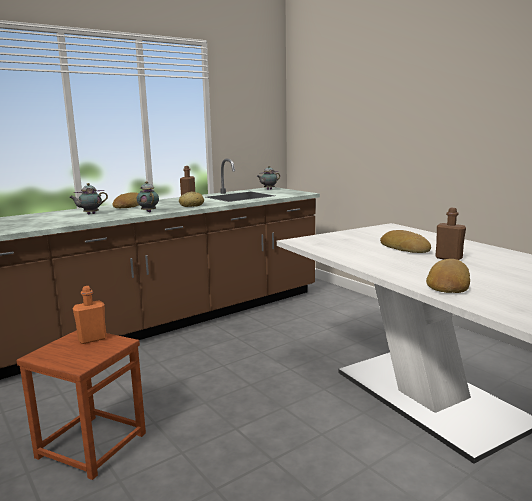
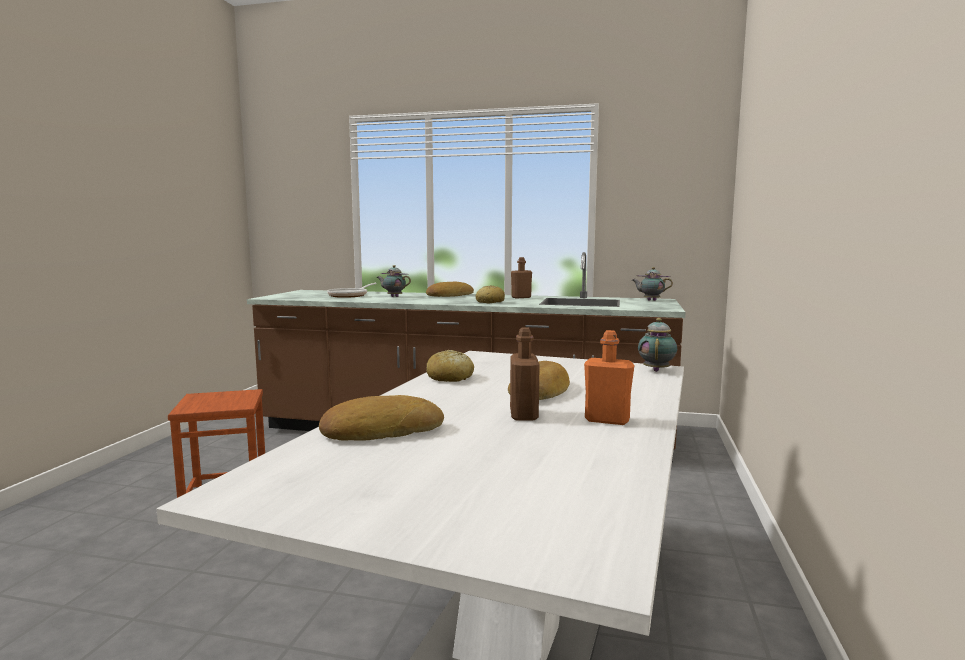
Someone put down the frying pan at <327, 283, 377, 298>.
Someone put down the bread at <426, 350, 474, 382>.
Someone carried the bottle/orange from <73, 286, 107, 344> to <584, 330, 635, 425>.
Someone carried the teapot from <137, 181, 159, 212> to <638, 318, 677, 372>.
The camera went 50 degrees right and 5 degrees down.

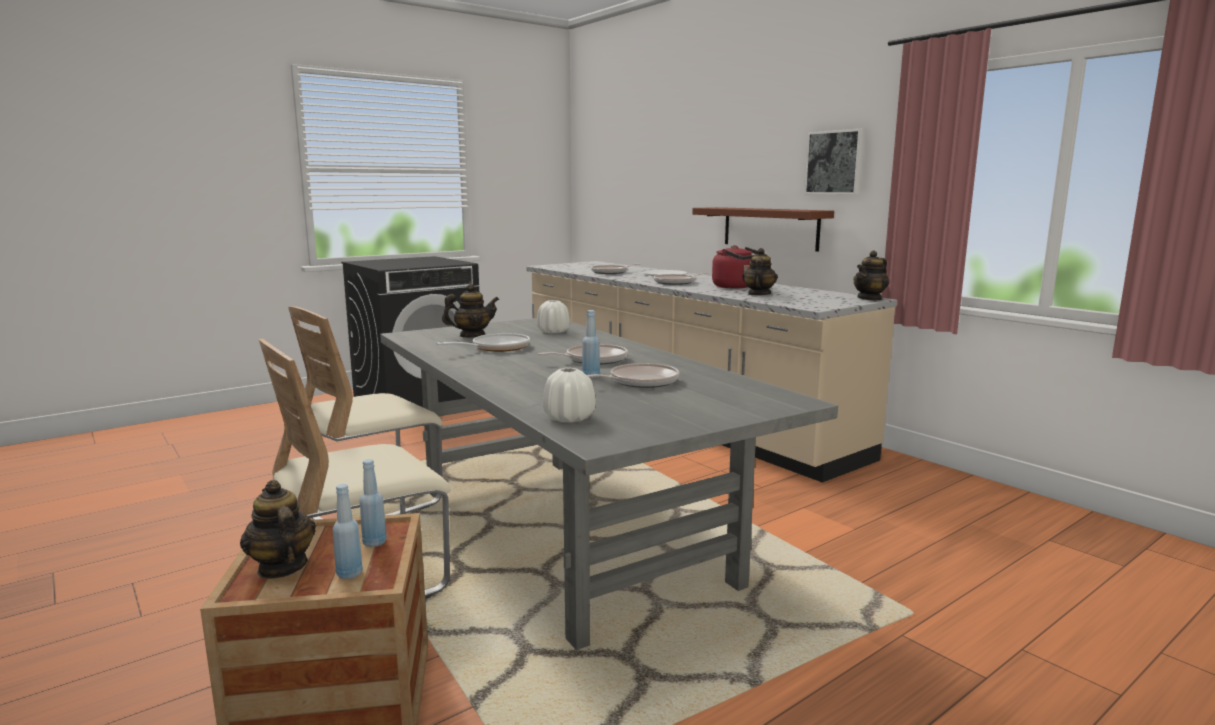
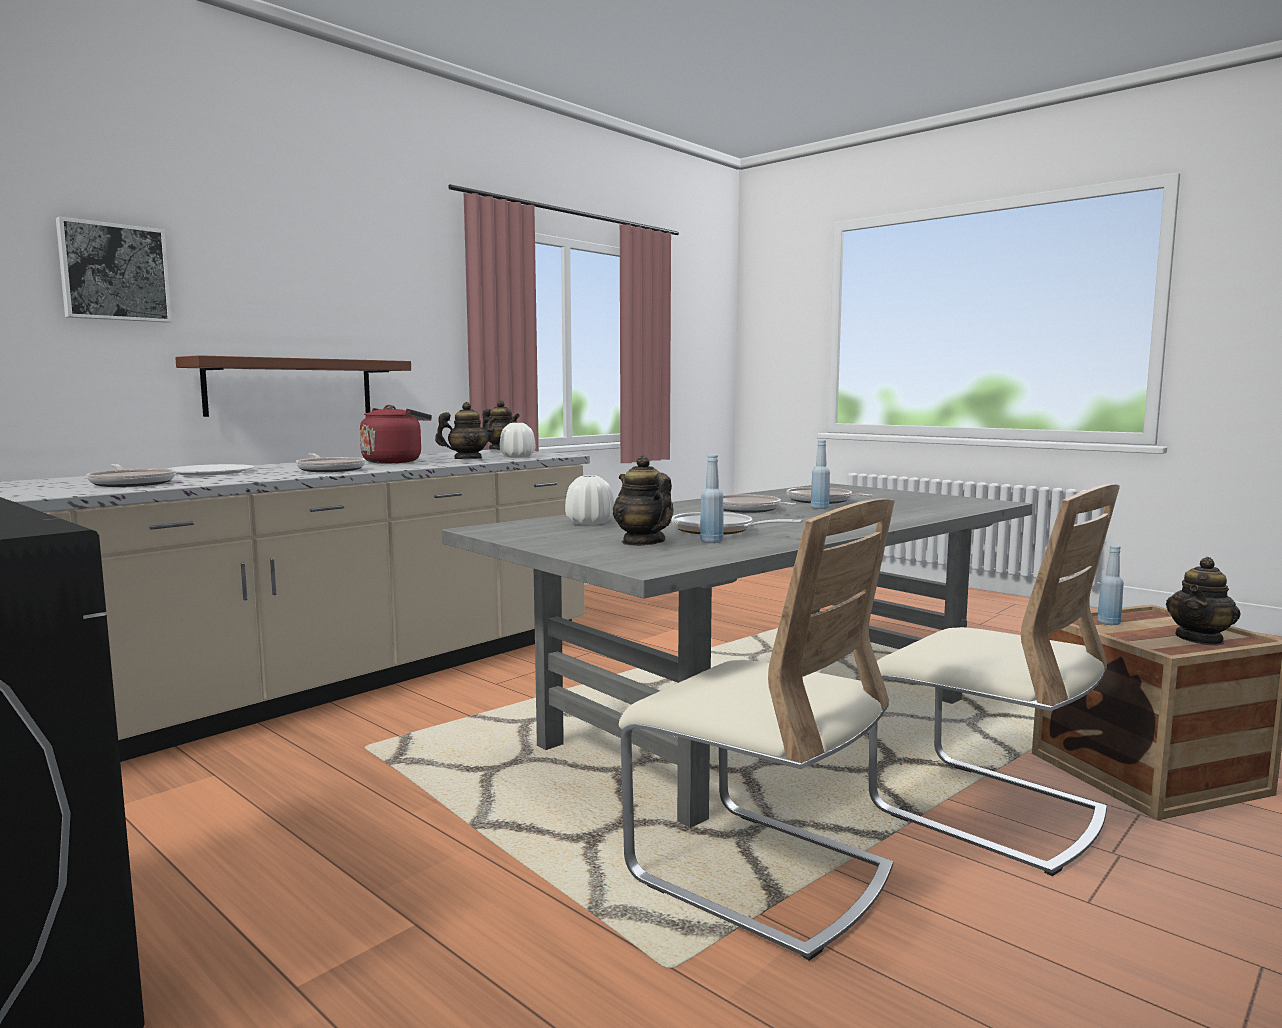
Someone carried the bottle/blue from <333, 484, 363, 579> to <700, 454, 724, 543>.
Someone carried the vase/white from <543, 368, 596, 423> to <500, 423, 535, 458>.
Someone carried the picture from <804, 129, 865, 195> to <56, 217, 172, 323>.
Someone rotated the teapot at <742, 248, 778, 295> by 150 degrees clockwise.
The camera went 100 degrees left and 5 degrees down.

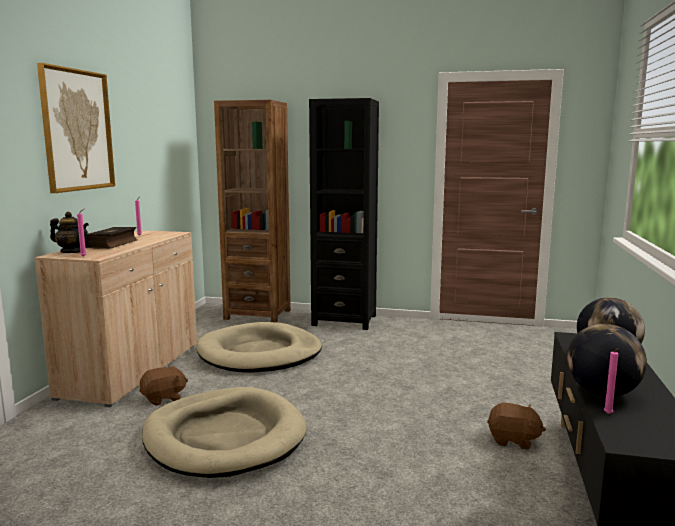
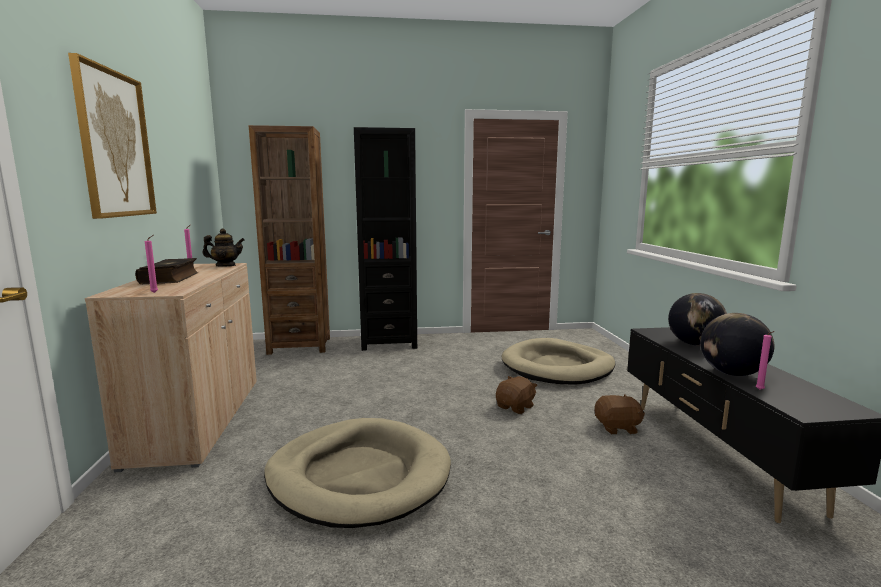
Someone carried the teapot from <50, 212, 89, 253> to <202, 228, 245, 266>.
Someone carried the plush toy/brown from <139, 365, 188, 406> to <496, 376, 538, 414>.
Someone carried the dog bed/beige from <196, 322, 322, 373> to <501, 338, 615, 385>.
The camera went 20 degrees left and 0 degrees up.

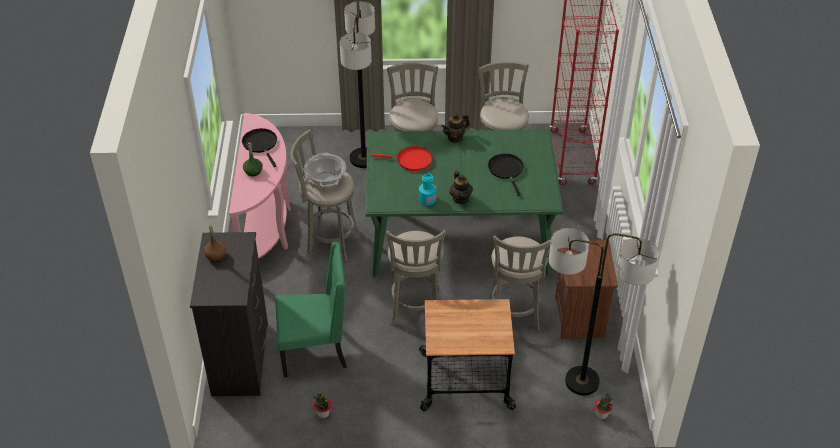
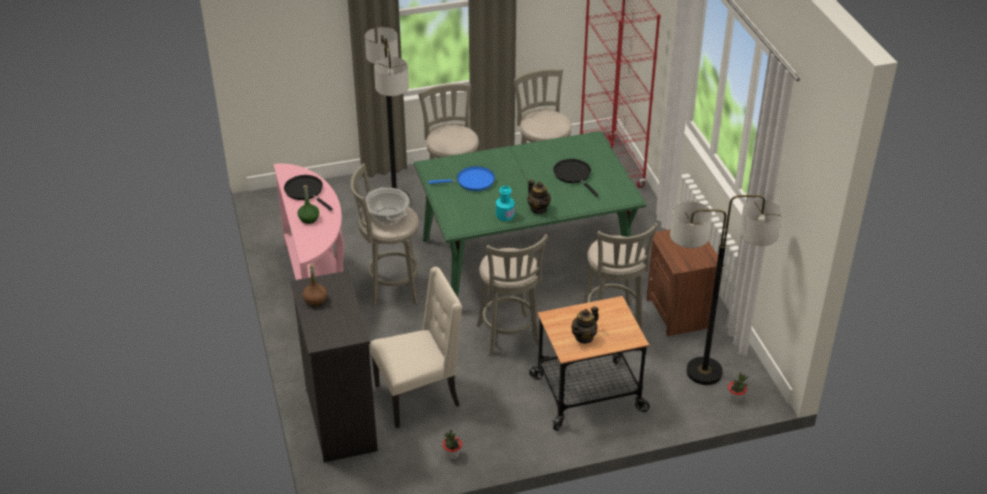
Someone carried the teapot from <441, 114, 470, 143> to <571, 306, 599, 344>.
Someone repainted the chair/green at <275, 242, 347, 377>, which became the chair/beige at <370, 267, 462, 428>.
Someone repainted the frying pan/red at <371, 146, 433, 171>, which became the frying pan/blue at <429, 166, 495, 191>.
The camera went 15 degrees left and 5 degrees down.

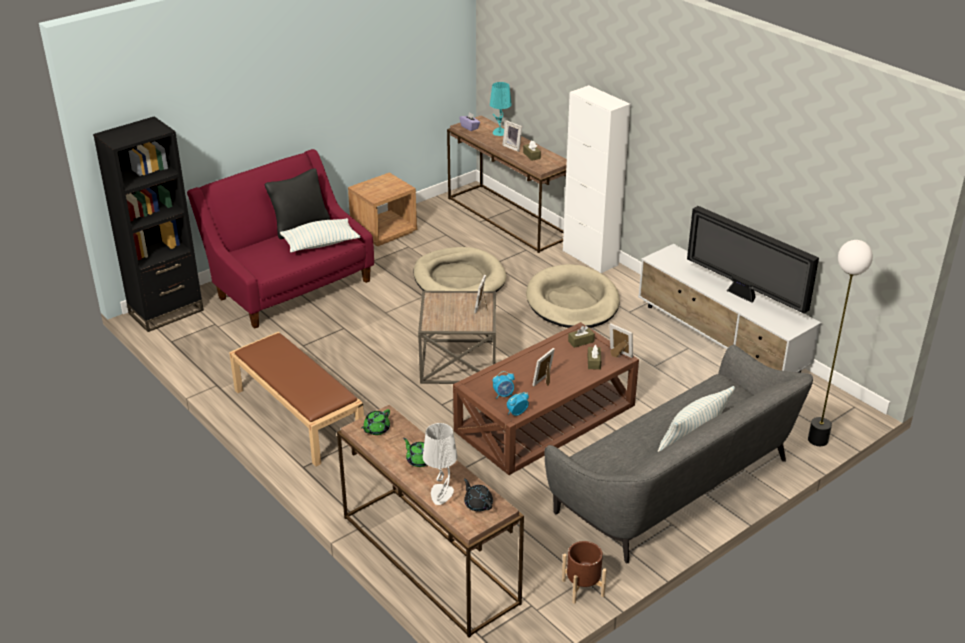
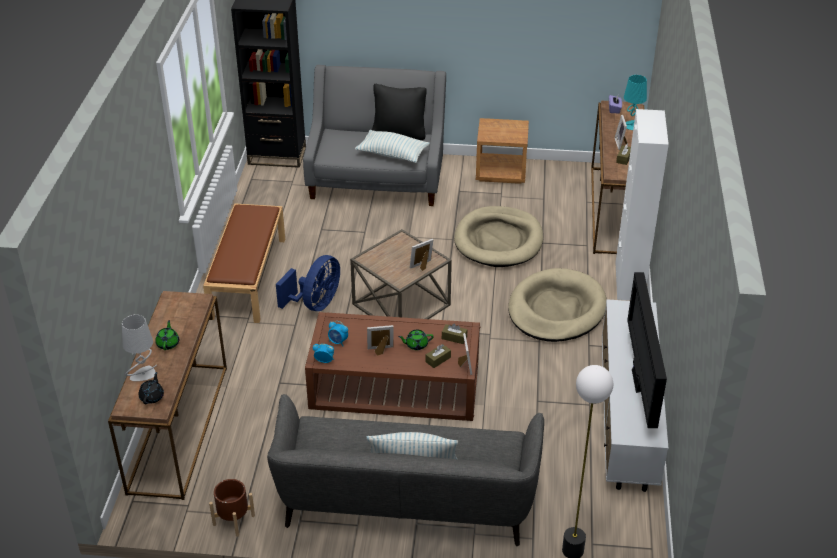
Someone put down the fan/blue at <276, 255, 340, 311>.
Someone carried the teapot/green from <361, 409, 390, 435> to <398, 330, 434, 350>.
Someone repainted the sofa/red at <187, 149, 374, 329>, which became the sofa/grey at <303, 65, 446, 206>.
The camera went 45 degrees right and 5 degrees up.

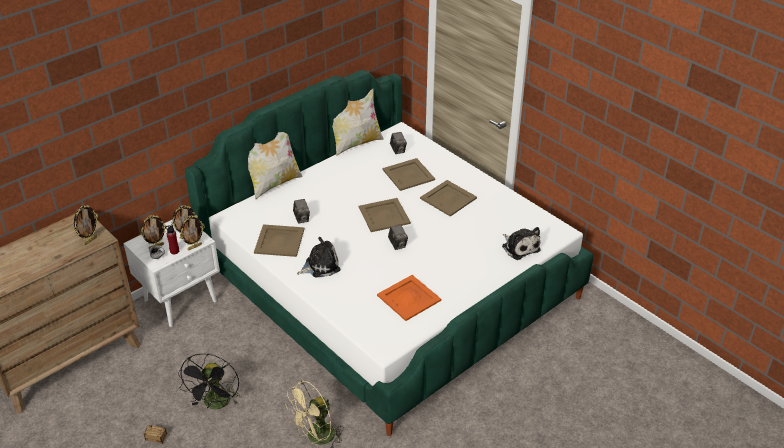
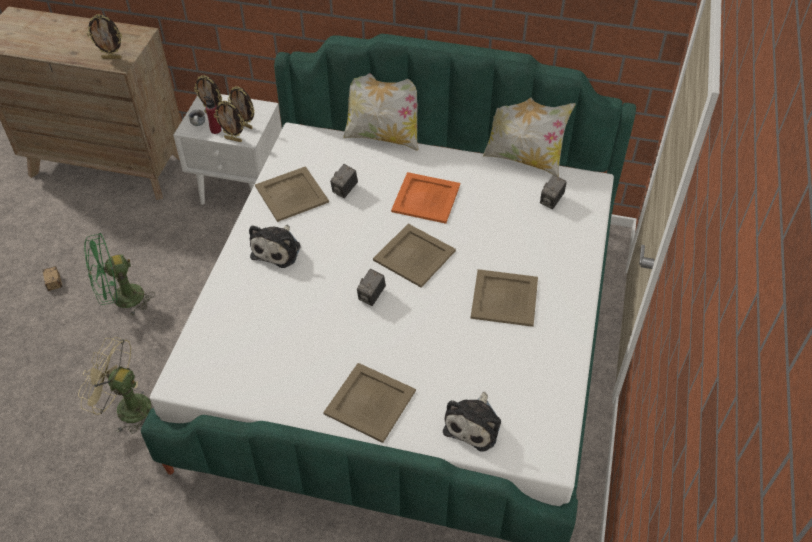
Someone carried the tray/orange from <377, 275, 441, 321> to <391, 172, 460, 224>.
Someone carried the tray/beige from <383, 158, 435, 191> to <323, 363, 416, 443>.
Someone repainted the fan/black at <178, 354, 240, 409>, which became the fan/green at <84, 233, 155, 317>.
Someone rotated the plush toy at <297, 237, 340, 277> by 75 degrees clockwise.
The camera went 55 degrees right and 10 degrees up.

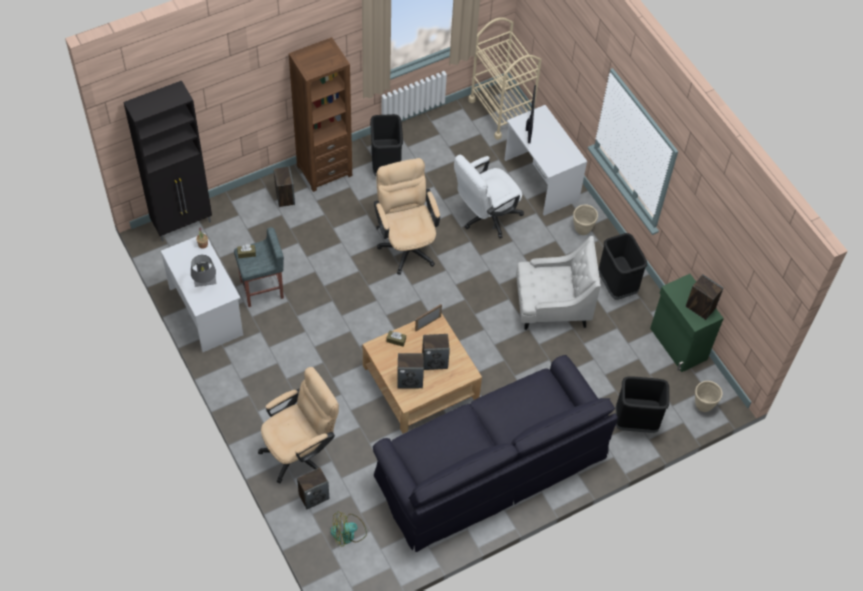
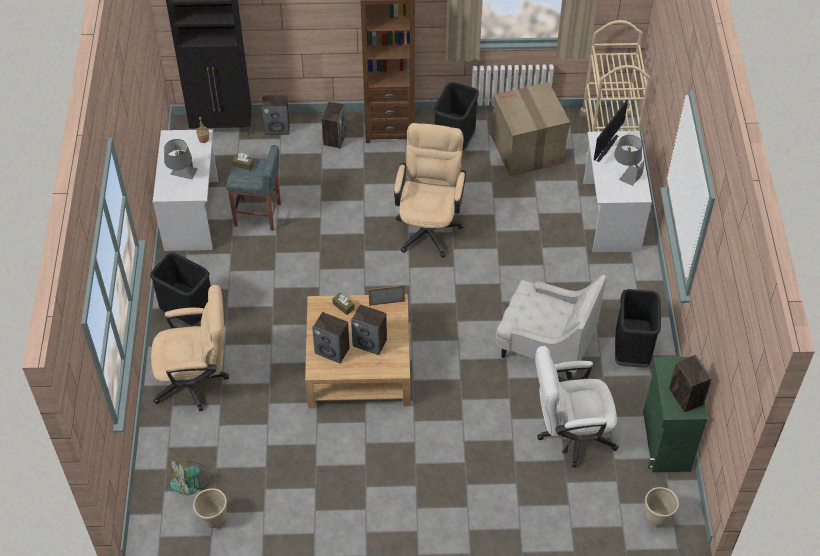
Someone took away the sofa/black at <373, 355, 618, 552>.
Someone put down the cardboard box at <491, 82, 570, 176>.
Someone put down the table lamp/grey at <614, 135, 644, 186>.
Someone carried the speaker from <297, 467, 329, 510> to <262, 95, 290, 135>.
Someone carried the office chair/white from <454, 155, 524, 238> to <535, 346, 618, 468>.
Someone carried the planter/beige from <573, 204, 598, 235> to <193, 488, 227, 528>.
Someone carried the trash can/black from <616, 376, 669, 433> to <150, 253, 210, 327>.
Someone rotated the fan at <330, 511, 367, 547> by 45 degrees counterclockwise.
The camera went 30 degrees right and 5 degrees down.

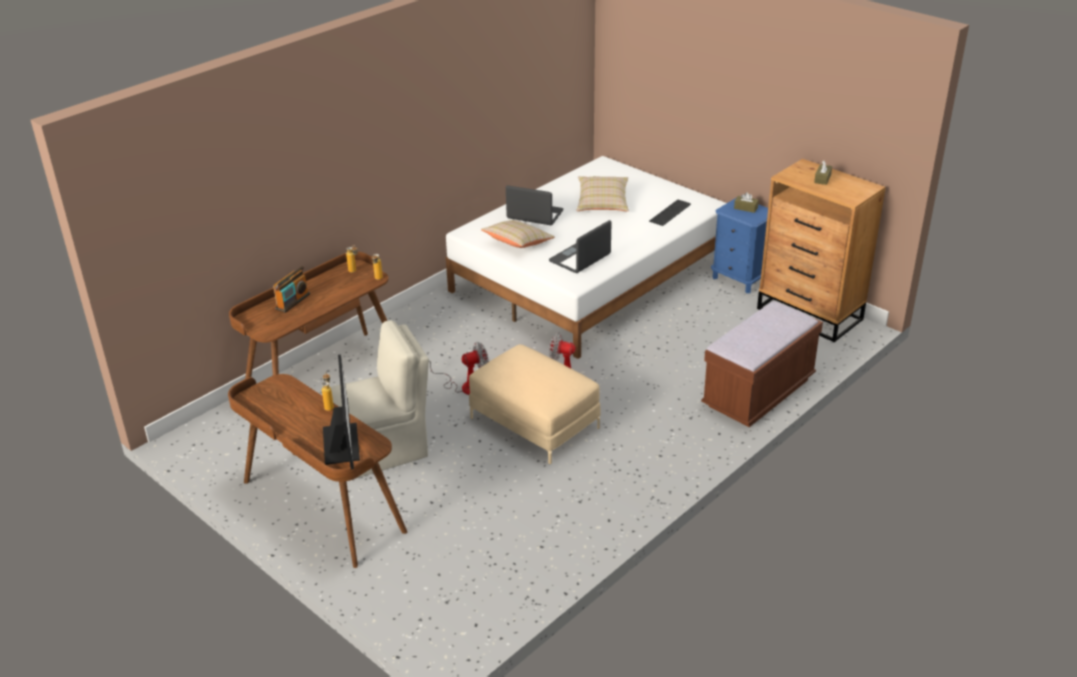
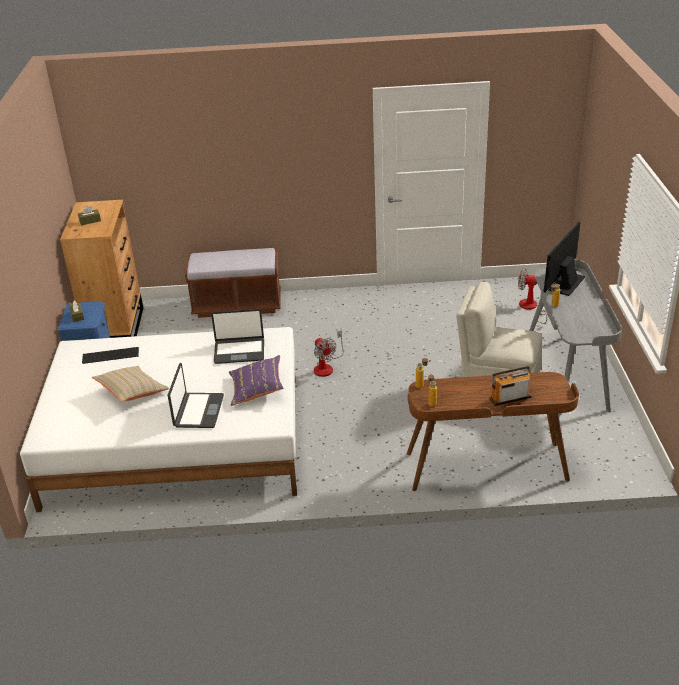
Someone took away the ottoman/beige at <469, 344, 601, 464>.
Someone carried the fan from <429, 342, 489, 395> to <518, 268, 547, 324>.
Someone repainted the desk/brown at <228, 374, 407, 568>, which became the desk/grey at <529, 259, 622, 415>.
Someone repainted the pillow/beige at <481, 220, 555, 248>, which became the pillow/purple at <229, 355, 283, 406>.
Someone rotated the laptop at <506, 185, 564, 225> by 150 degrees counterclockwise.
The camera went 135 degrees left and 0 degrees up.

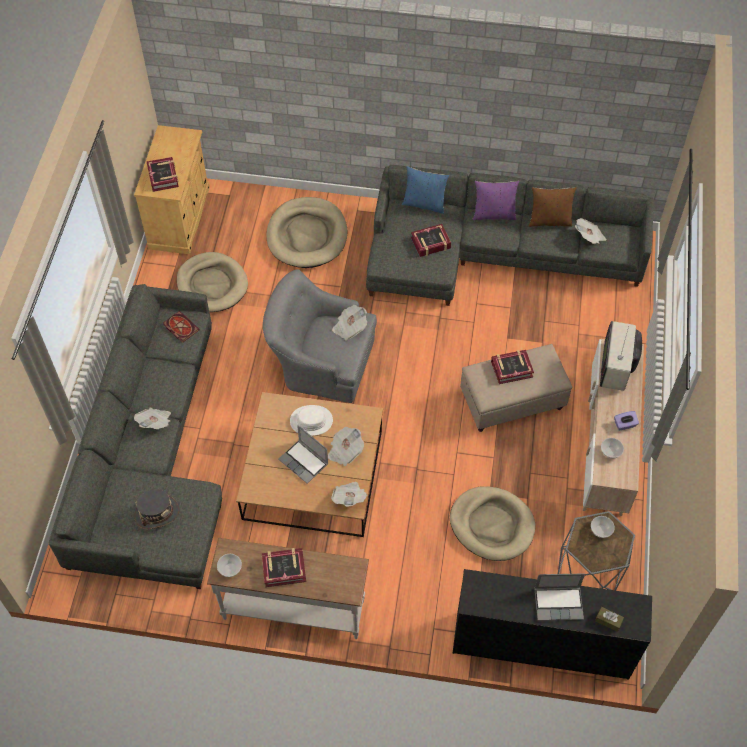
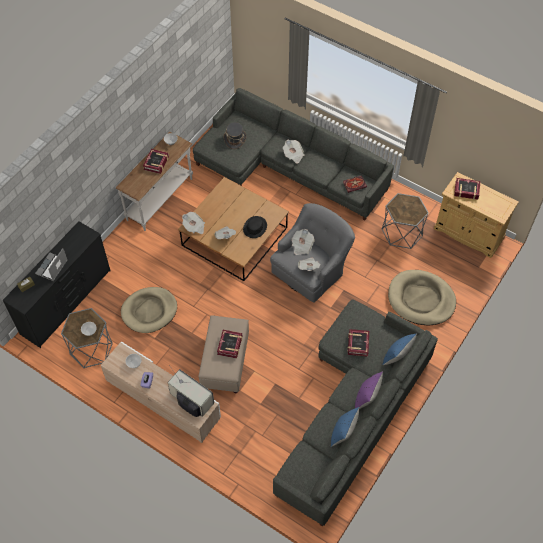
Someone took away the laptop at <278, 425, 328, 484>.
Someone carried the newspaper from <575, 218, 606, 244> to <291, 229, 314, 255>.
Someone swapped the dog bed/beige at <177, 252, 248, 312> for the side table/grey at <382, 193, 429, 249>.
Someone repainted the hat/white at <290, 405, 333, 436>, which became the hat/black at <243, 216, 267, 238>.
Someone repainted the pillow/brown at <528, 187, 577, 227>, which became the pillow/blue at <331, 407, 359, 447>.
The camera went 115 degrees right and 0 degrees up.

